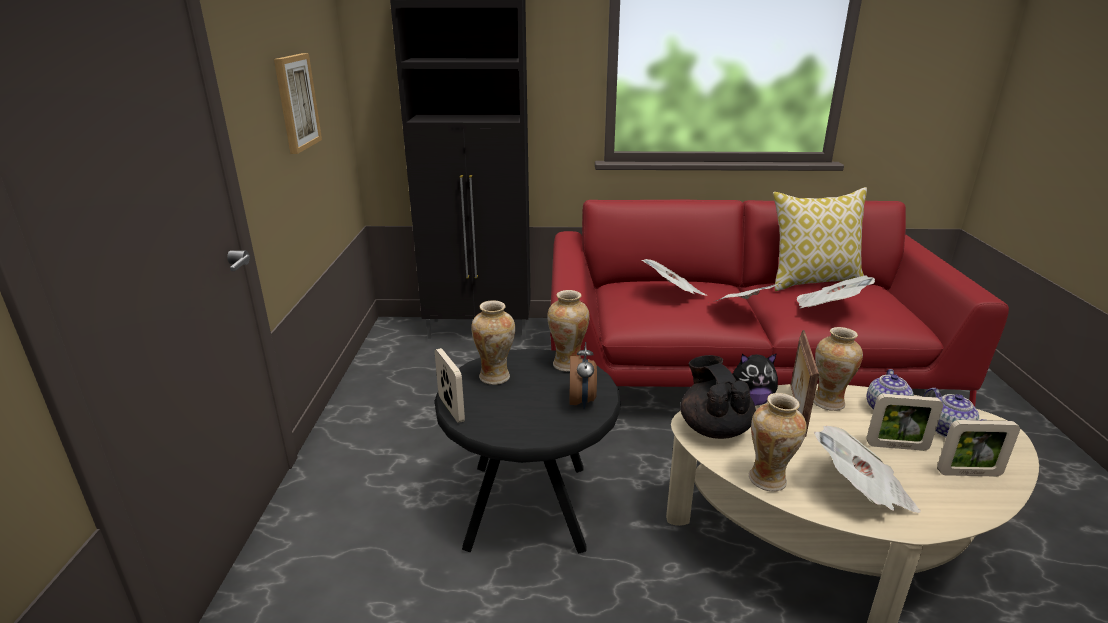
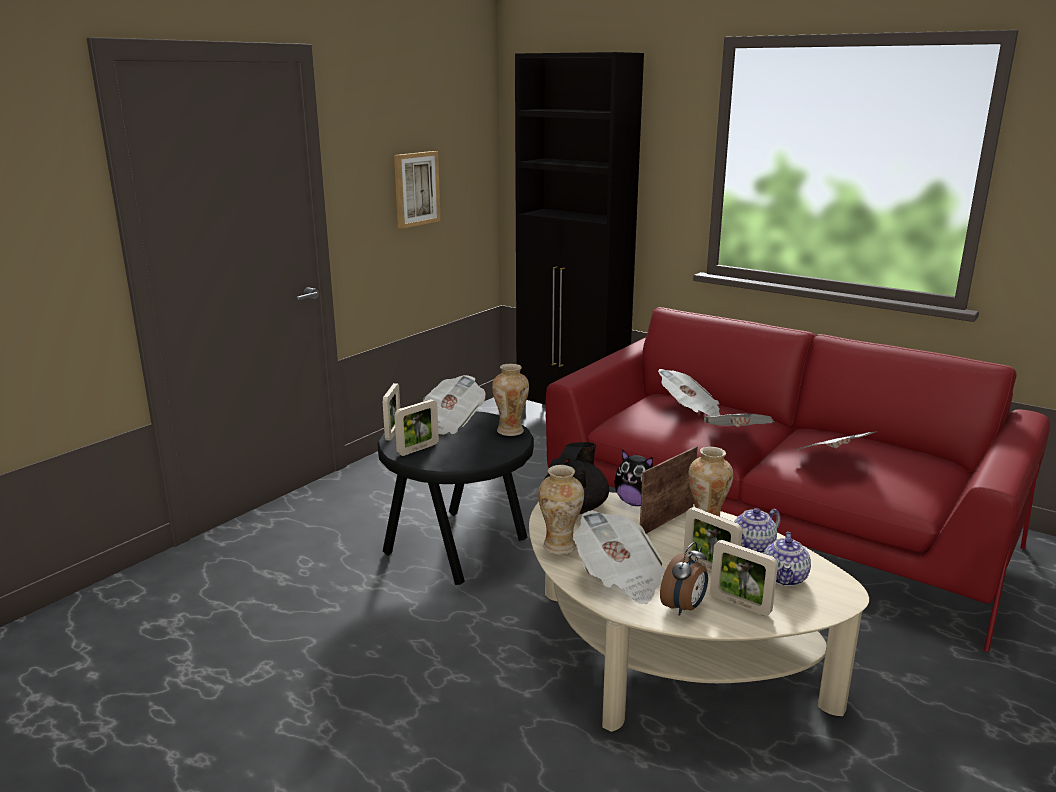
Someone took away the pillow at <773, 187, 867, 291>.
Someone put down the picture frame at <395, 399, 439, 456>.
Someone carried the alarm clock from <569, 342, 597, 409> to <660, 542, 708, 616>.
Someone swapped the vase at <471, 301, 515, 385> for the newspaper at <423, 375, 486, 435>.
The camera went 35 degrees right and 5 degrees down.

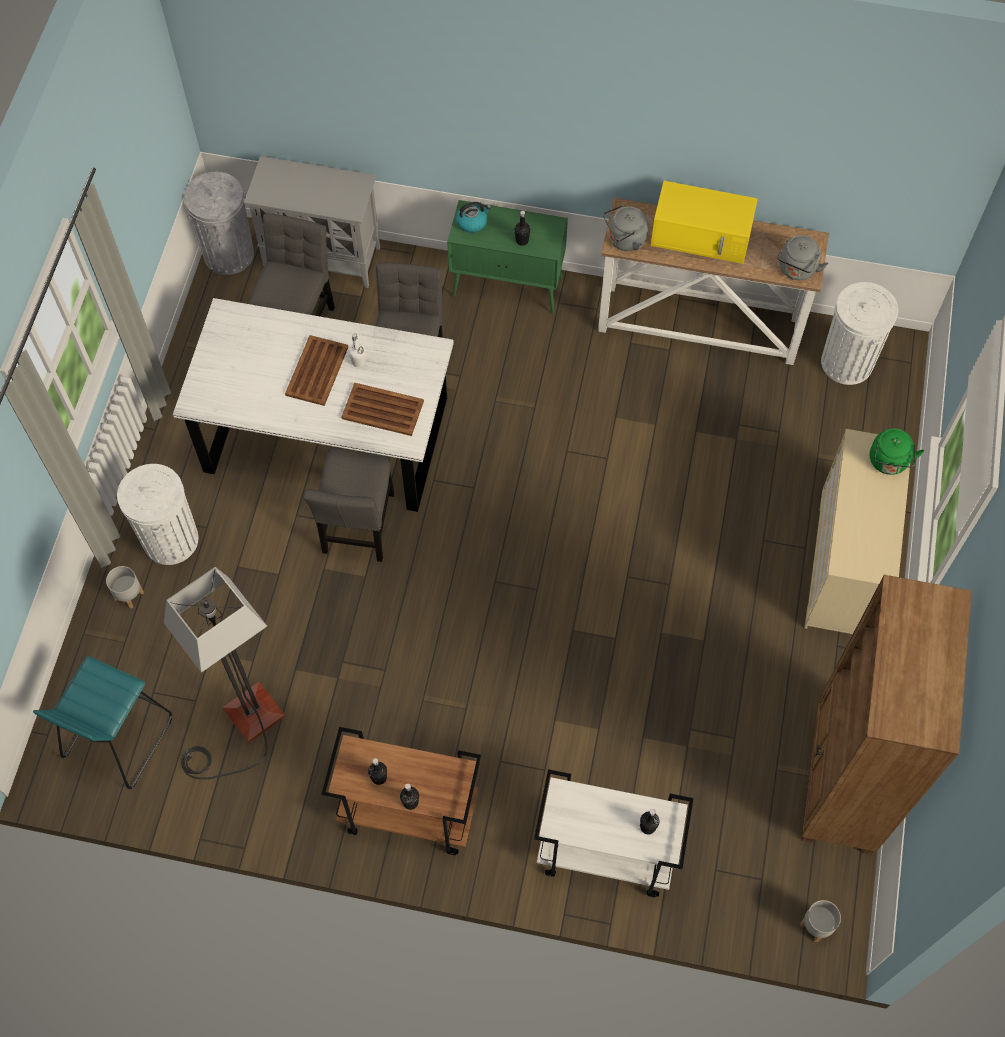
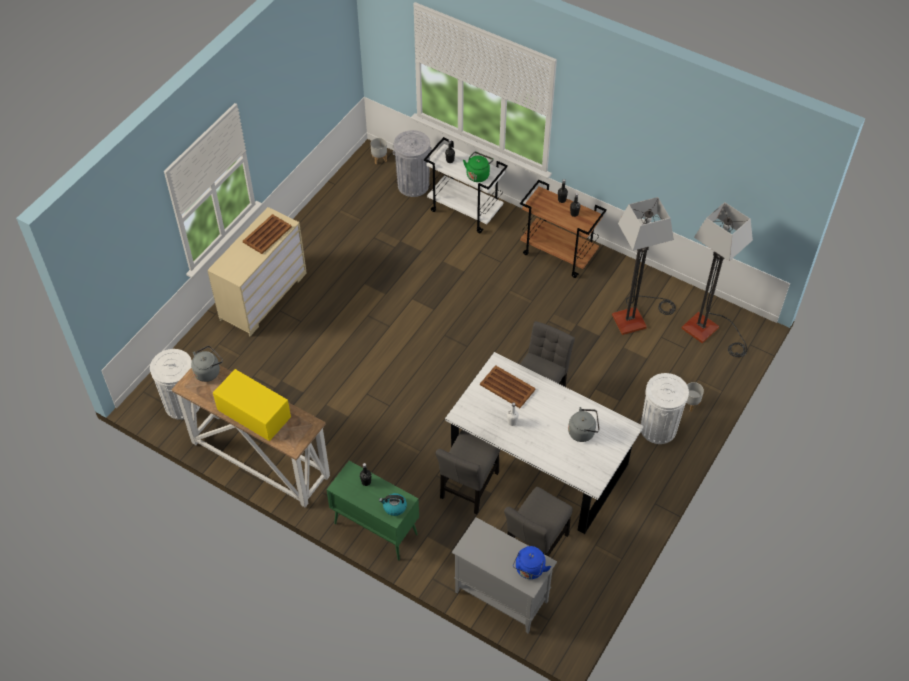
Someone took away the bookcase/brown at <802, 575, 972, 854>.
Someone put down the kettle/blue at <513, 546, 551, 579>.
Someone carried the trash can/grey from <184, 172, 254, 275> to <393, 130, 431, 197>.
Someone carried the tray/brown from <285, 335, 348, 406> to <243, 214, 292, 254>.
Someone carried the kettle/grey from <603, 204, 648, 251> to <568, 407, 599, 442>.
Someone carried the kettle/green from <870, 428, 924, 475> to <463, 152, 493, 182>.
Someone swapped the stool/turquoise at <33, 656, 172, 789> for the floor lamp at <681, 202, 753, 357>.
The camera went 160 degrees left and 10 degrees down.

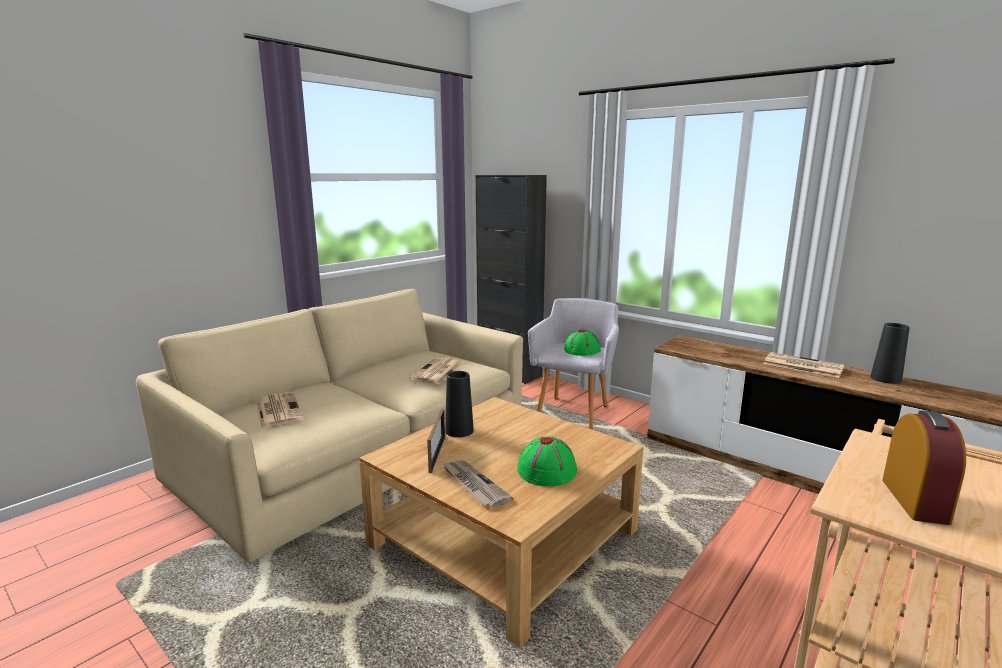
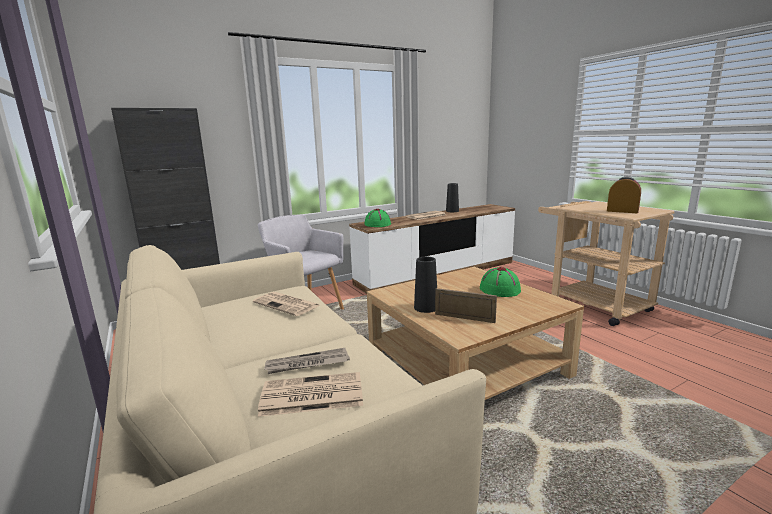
Someone carried the newspaper from <442, 460, 513, 508> to <264, 348, 350, 374>.
Someone carried the hat/green from <564, 329, 601, 356> to <365, 209, 391, 227>.
The camera went 70 degrees left and 0 degrees up.

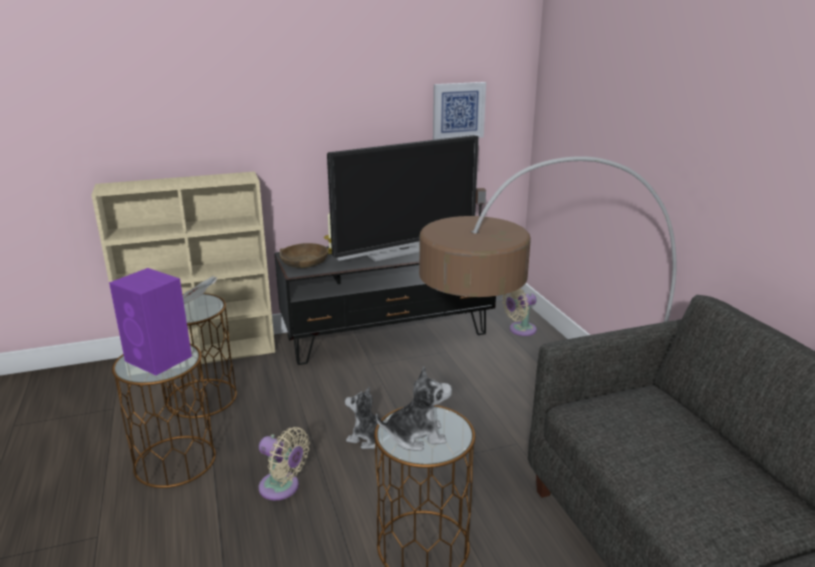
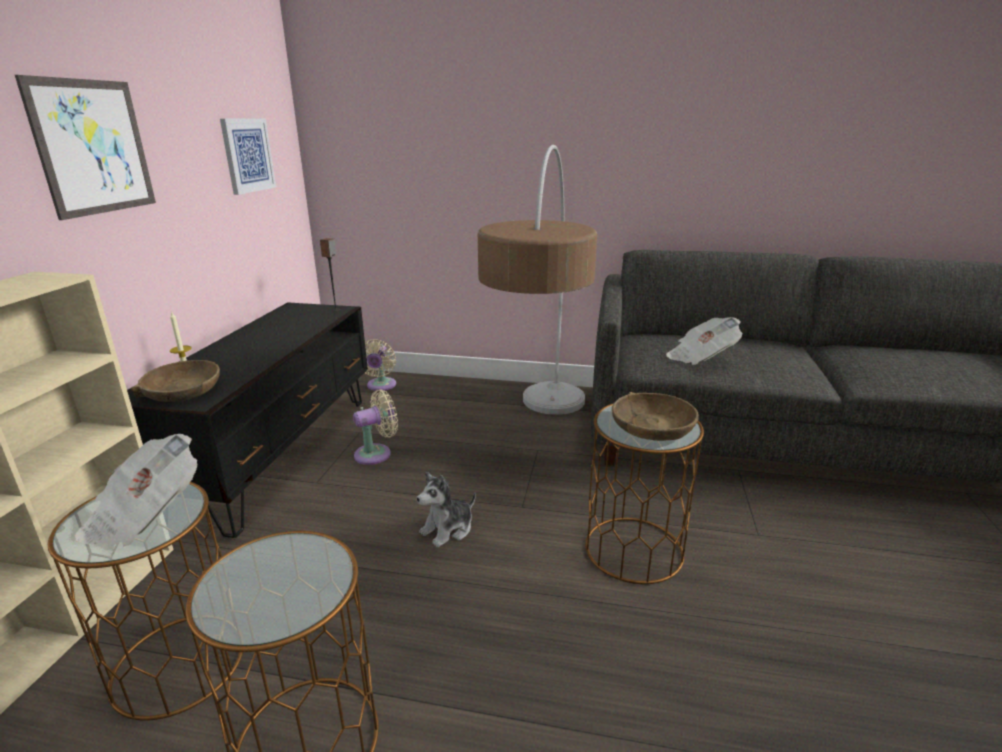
Someone took away the speaker/purple at <109, 268, 192, 375>.
Someone took away the television at <327, 135, 479, 262>.
Someone put up the picture at <15, 75, 156, 220>.
Someone put down the newspaper at <666, 317, 742, 365>.
Someone carried the fan/beige from <259, 427, 310, 500> to <353, 389, 398, 465>.
Someone swapped the plush toy at <376, 367, 452, 451> for the bowl/brown at <612, 392, 699, 441>.
The camera went 60 degrees left and 0 degrees up.

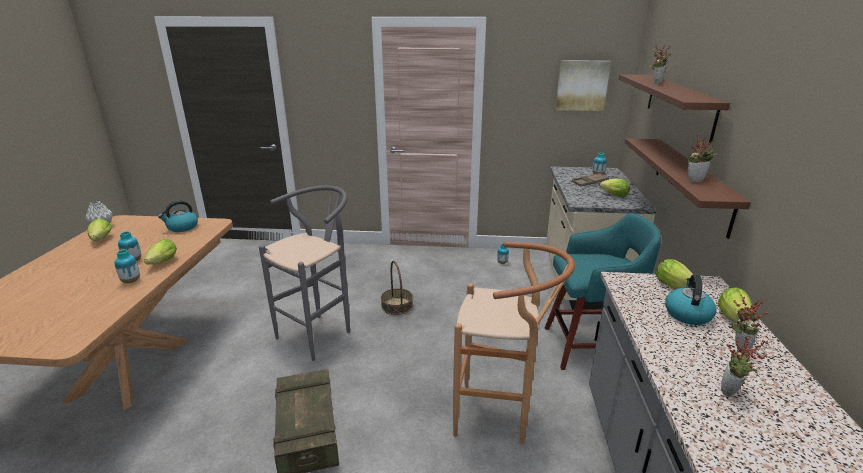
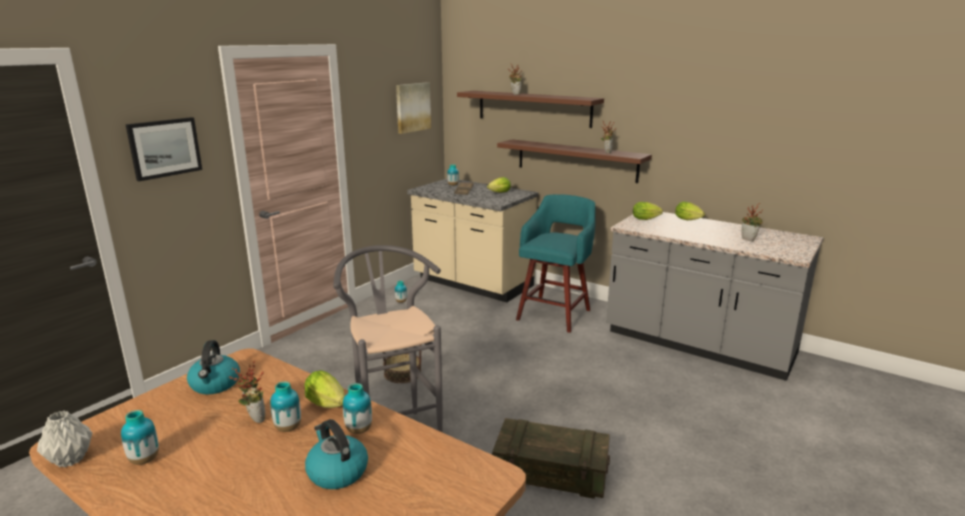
Someone took away the stool/brown at <453, 242, 575, 444>.
Someone put up the picture at <125, 117, 202, 181>.
Someone carried the kettle from <665, 274, 716, 325> to <305, 419, 368, 489>.
Someone carried the potted plant from <732, 294, 769, 354> to <229, 361, 265, 423>.
Someone swapped the lettuce at <88, 218, 112, 241> for the vase at <121, 410, 159, 465>.
The camera went 60 degrees left and 5 degrees down.

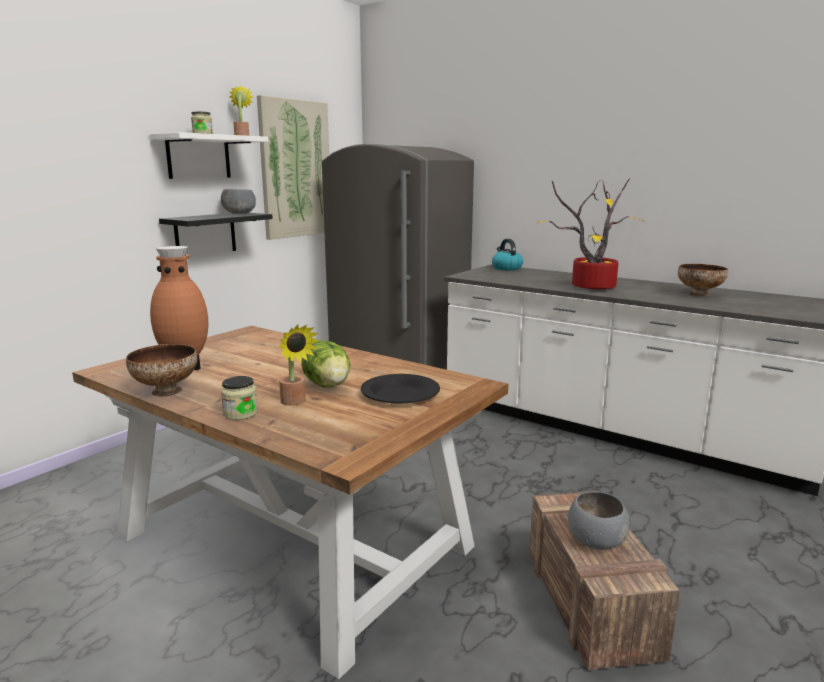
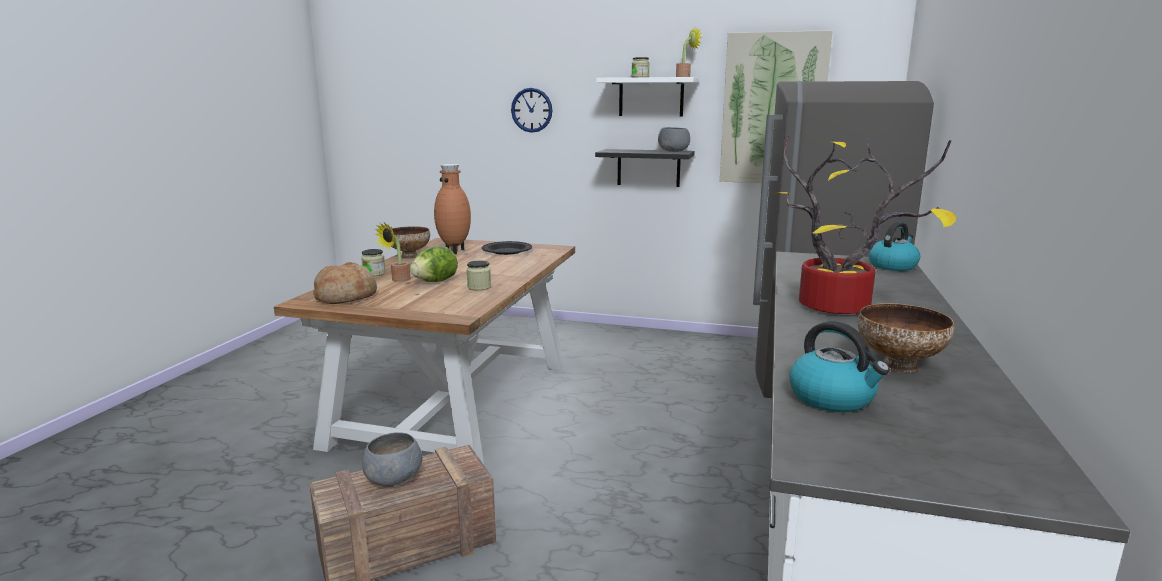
Someone put down the bread at <313, 262, 377, 304>.
Someone put down the jar at <466, 261, 491, 290>.
Someone put up the wall clock at <511, 88, 553, 133>.
Someone put down the kettle at <789, 321, 890, 412>.
Someone carried the plate/black from <361, 374, 440, 403> to <482, 241, 532, 255>.
The camera went 70 degrees right and 0 degrees up.

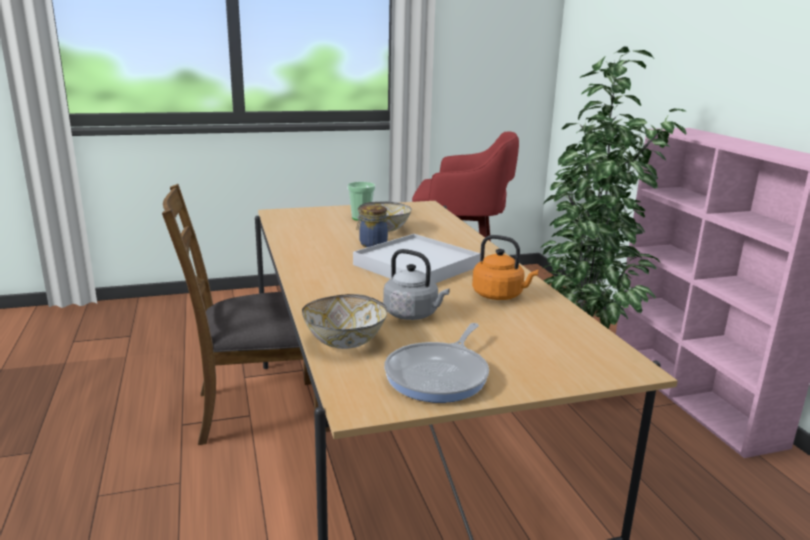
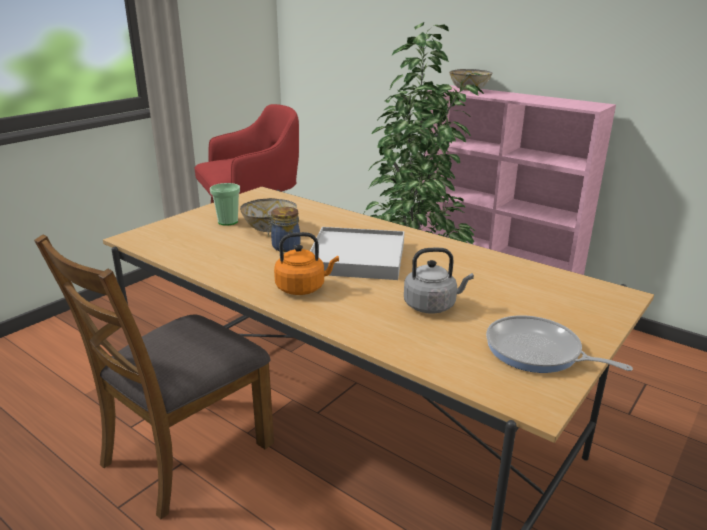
Someone carried the bowl from <302, 294, 388, 349> to <449, 69, 493, 91>.
Someone carried the kettle/orange from <472, 235, 539, 300> to <274, 232, 339, 295>.
Someone rotated the frying pan at <384, 323, 489, 403> by 135 degrees clockwise.
The camera went 35 degrees left and 5 degrees up.

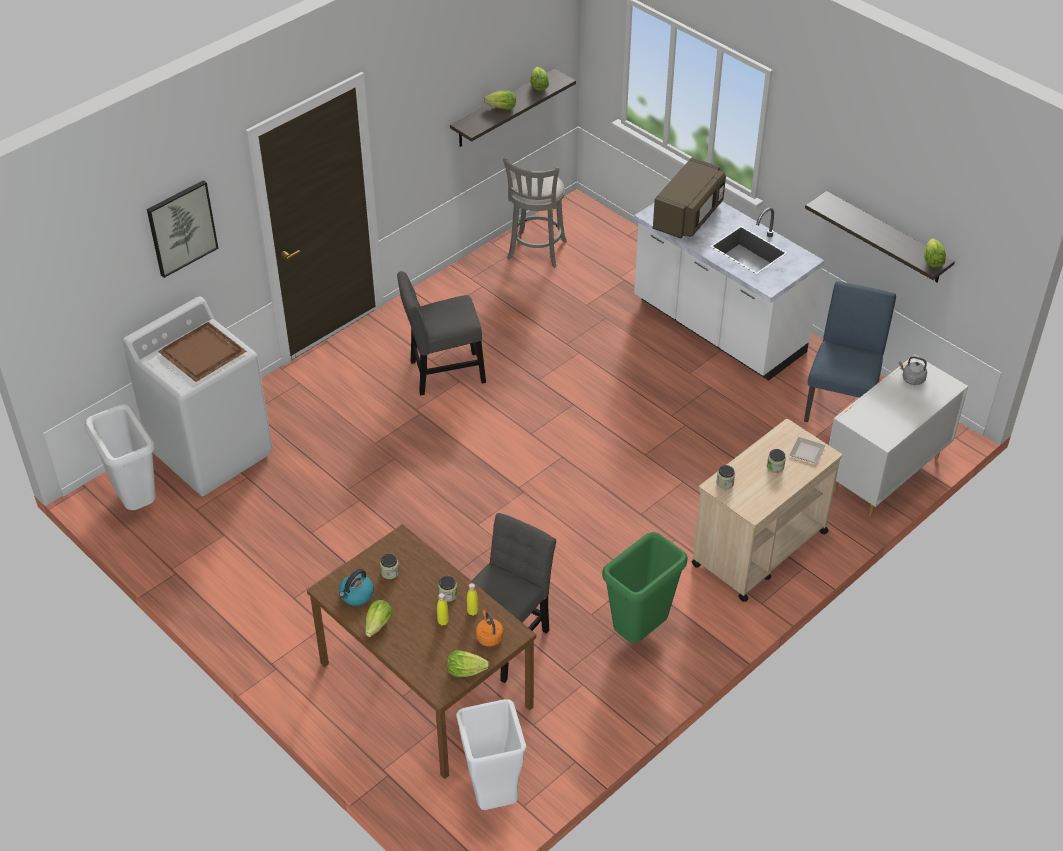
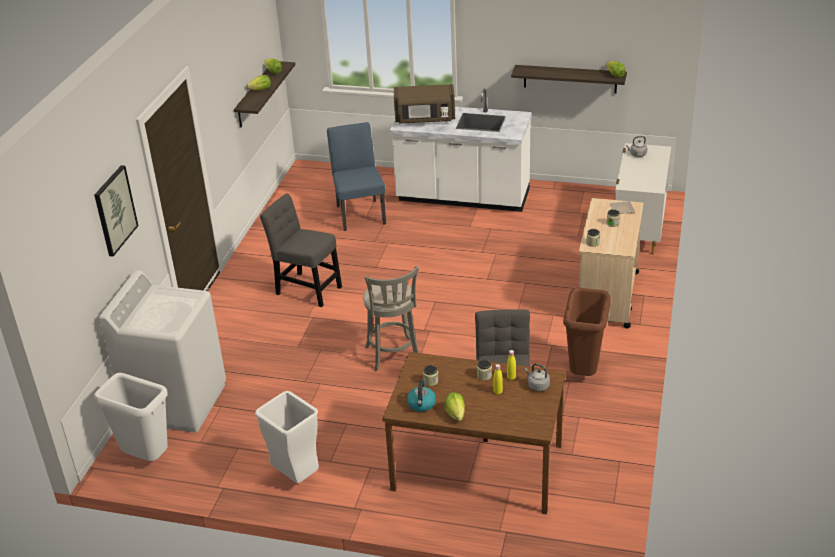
Someone took away the tray/brown at <158, 322, 247, 382>.
Someone took away the lettuce at <447, 650, 489, 677>.
Someone carried the trash can/white from <456, 699, 526, 810> to <255, 391, 319, 483>.
Someone carried the stool/grey from <503, 158, 567, 268> to <363, 266, 419, 372>.
Someone carried the chair/blue from <804, 281, 896, 422> to <327, 122, 386, 231>.
Someone repainted the kettle/orange at <476, 610, 503, 647>, which became the kettle/grey at <525, 364, 550, 391>.
Someone repainted the trash can/green at <602, 532, 688, 643>, which became the trash can/brown at <563, 288, 611, 376>.
Someone rotated the chair/grey at <397, 271, 486, 396> by 75 degrees clockwise.
Someone rotated the microwave/brown at <653, 157, 726, 239> by 90 degrees clockwise.
The camera went 30 degrees left and 10 degrees down.

